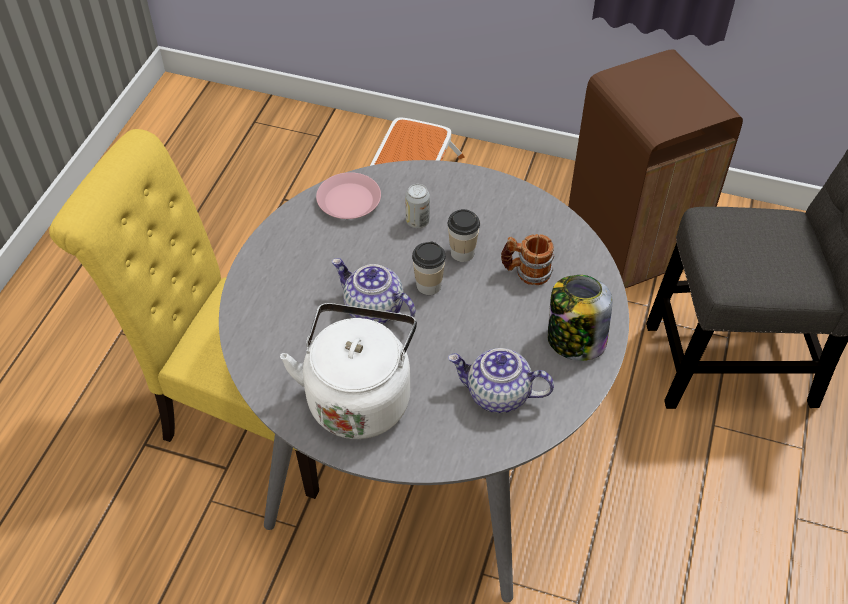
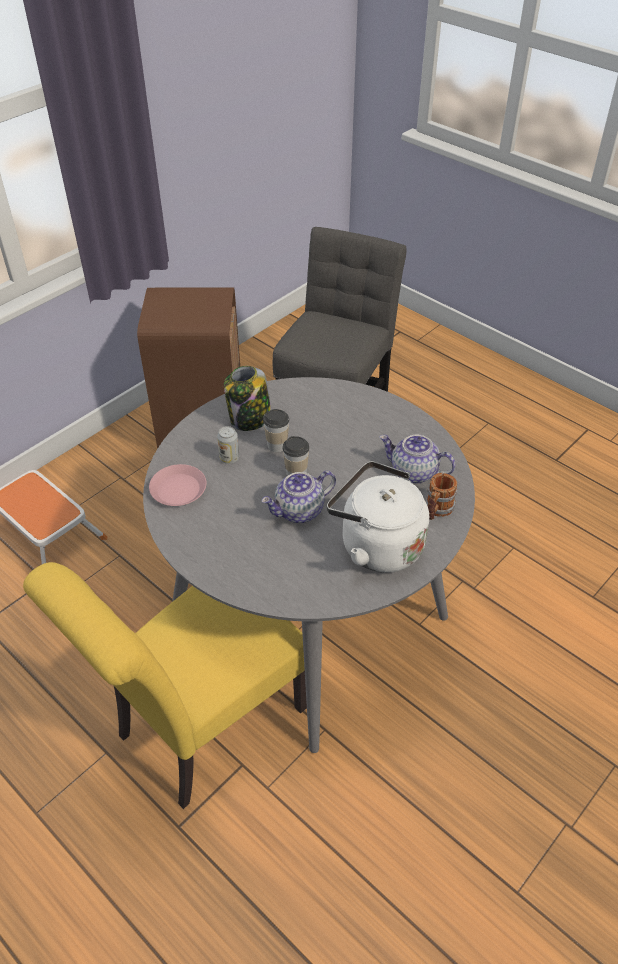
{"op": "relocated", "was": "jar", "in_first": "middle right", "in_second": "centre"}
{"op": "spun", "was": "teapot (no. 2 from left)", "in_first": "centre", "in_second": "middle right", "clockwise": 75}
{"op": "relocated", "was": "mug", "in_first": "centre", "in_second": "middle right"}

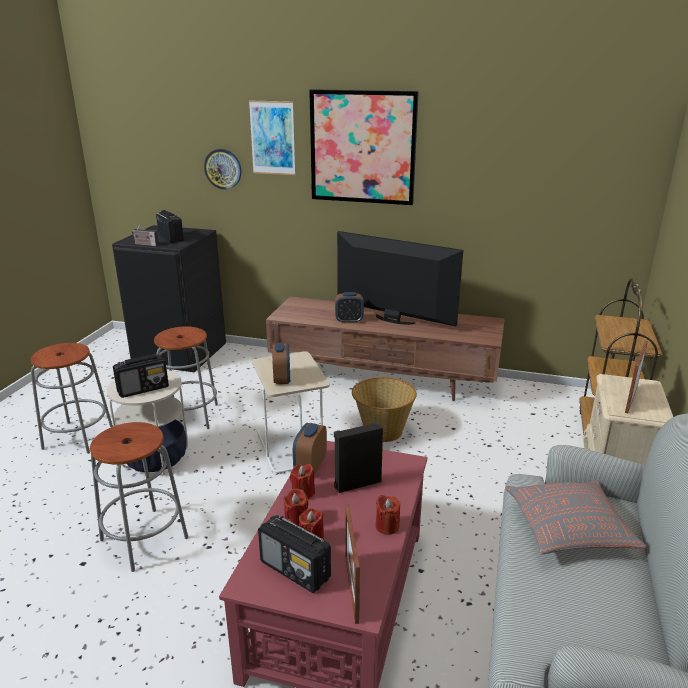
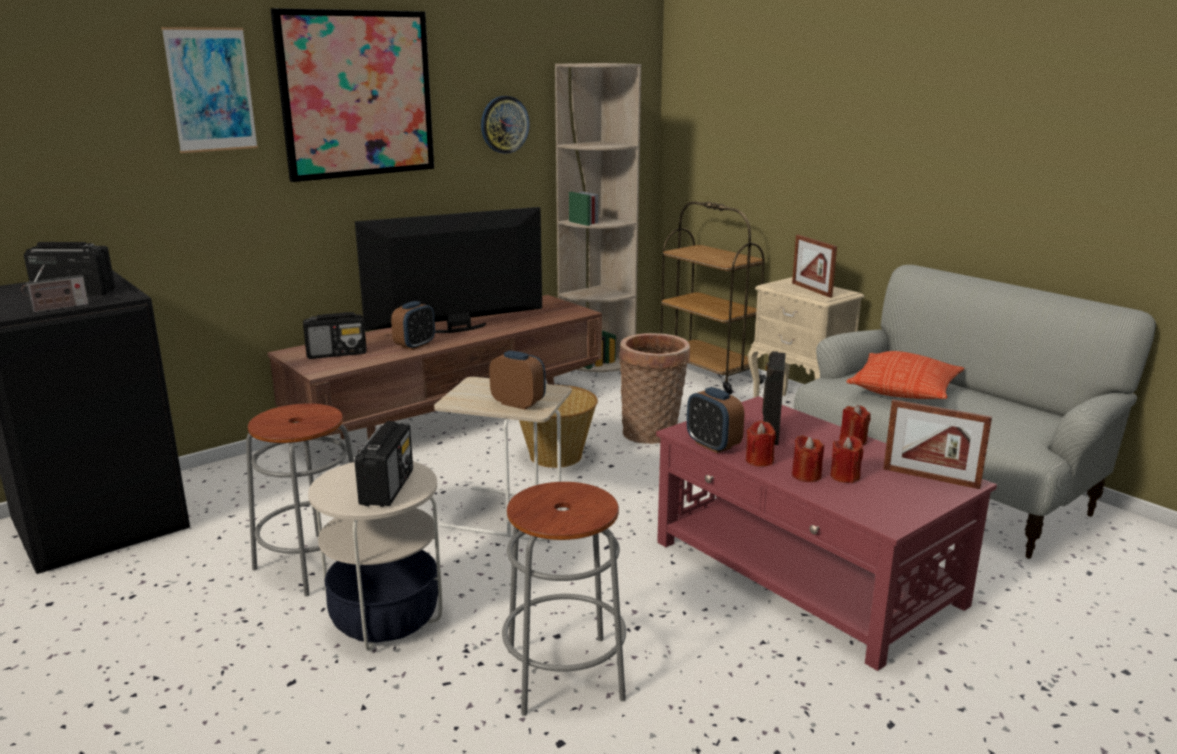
{"op": "relocated", "was": "radio (no. 4 from left in the first image)", "now": "radio (no. 3 from left)", "in_first": "bottom centre", "in_second": "middle left"}
{"op": "relocated", "was": "wall clock", "in_first": "top left", "in_second": "top centre"}
{"op": "appeared", "now": "bookcase (beige)", "in_second": "top centre"}
{"op": "appeared", "now": "basket (no. 2 from left)", "in_second": "centre"}
{"op": "colour", "was": "pillow (grey)", "now": "pillow (orange)", "in_first": "bottom right", "in_second": "middle right"}
{"op": "missing", "was": "stool (grey) (no. 1 from left)", "in_first": "middle left"}

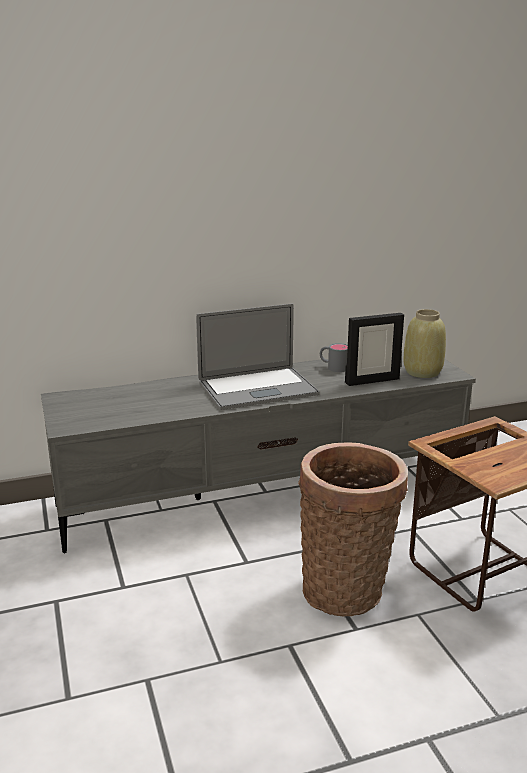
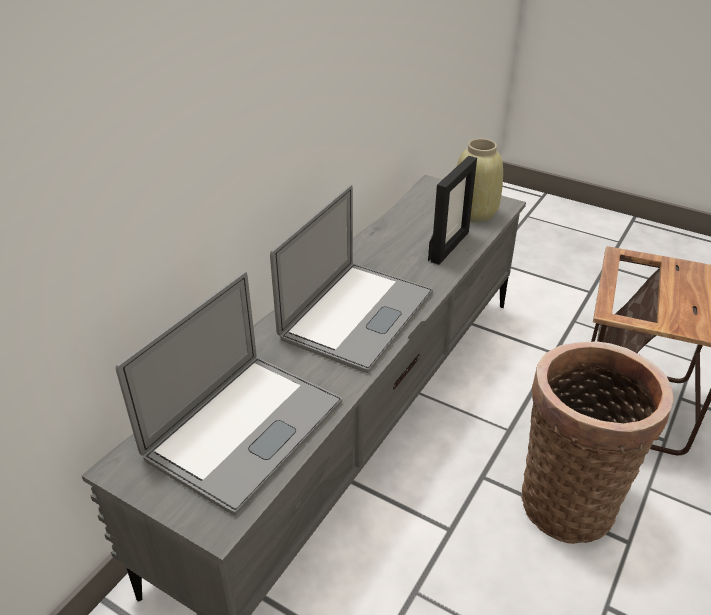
{"op": "appeared", "now": "laptop (no. 1 from left)", "in_second": "middle left"}
{"op": "missing", "was": "mug (grey)", "in_first": "centre"}

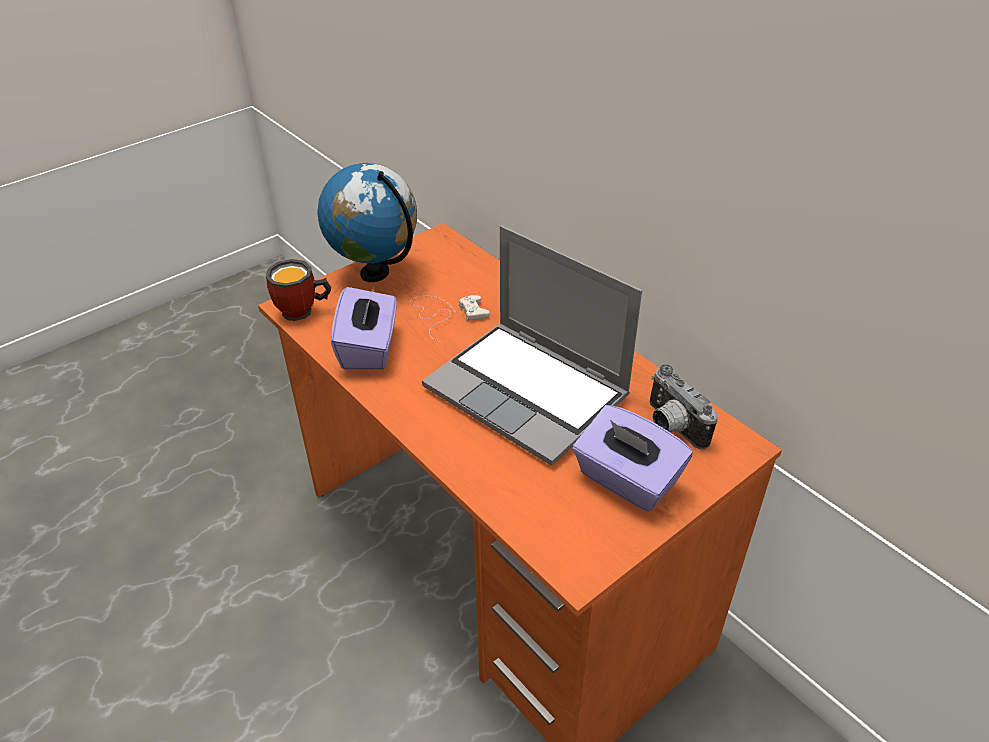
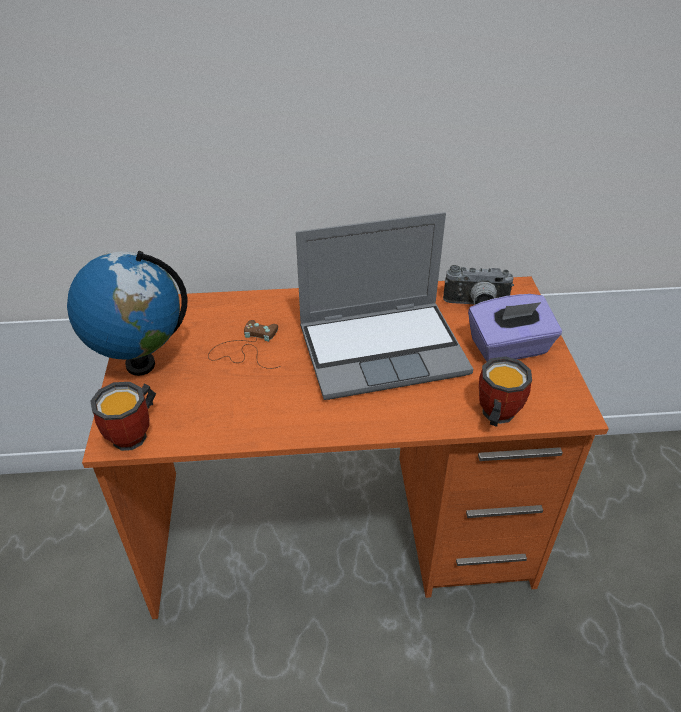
{"op": "colour", "was": "game controller (white)", "now": "game controller (brown)", "in_first": "centre", "in_second": "centre"}
{"op": "appeared", "now": "mug (no. 2 from left)", "in_second": "middle right"}
{"op": "missing", "was": "tissue box (purple) (no. 1 from left)", "in_first": "centre"}

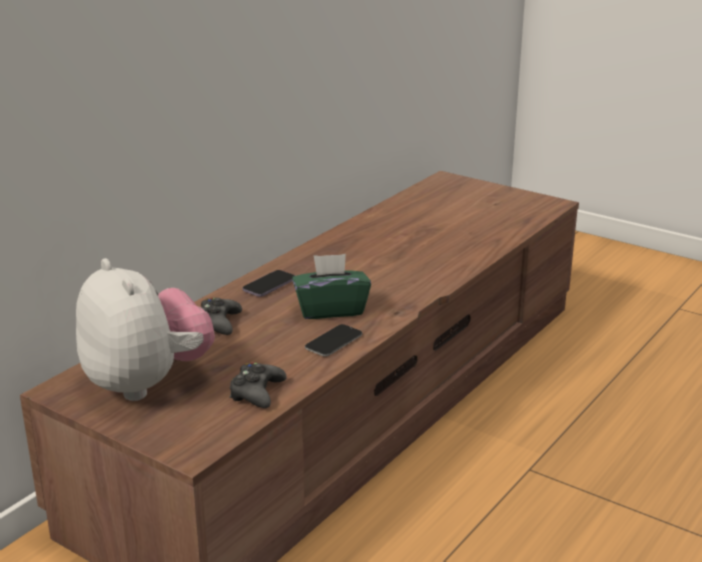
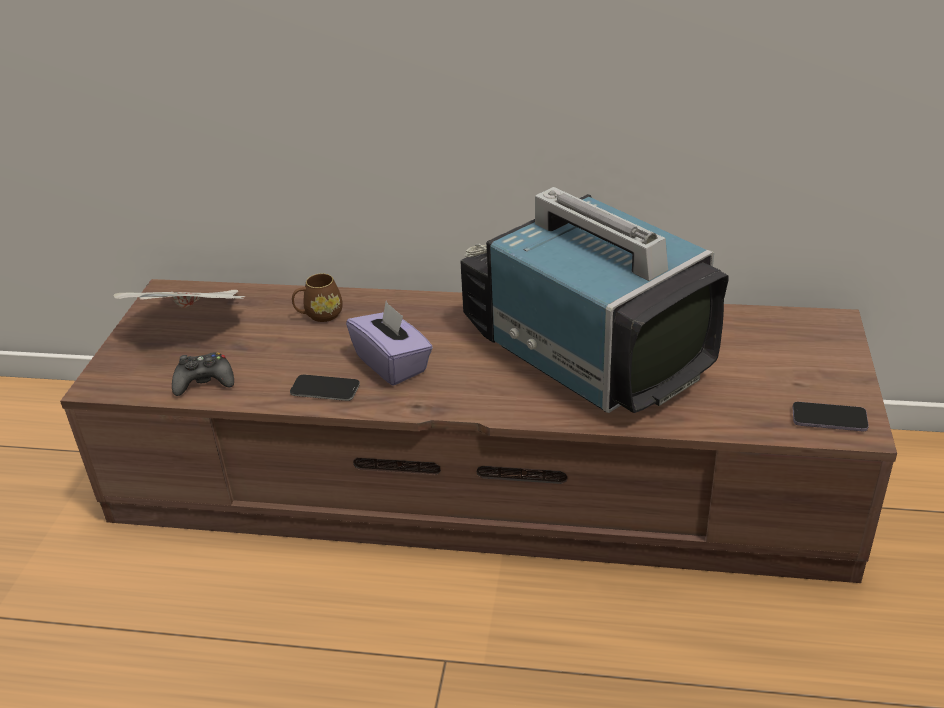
{"op": "exchanged", "was": "plush toy", "now": "newspaper", "in_first": "middle left", "in_second": "middle left"}
{"op": "exchanged", "was": "game controller (black) (no. 1 from left)", "now": "mug (brown)", "in_first": "middle left", "in_second": "centre"}
{"op": "colour", "was": "tissue box (green)", "now": "tissue box (purple)", "in_first": "centre", "in_second": "centre"}
{"op": "appeared", "now": "television", "in_second": "centre"}
{"op": "relocated", "was": "phone (no. 1 from left in the first image)", "now": "phone (no. 2 from left)", "in_first": "centre", "in_second": "middle right"}

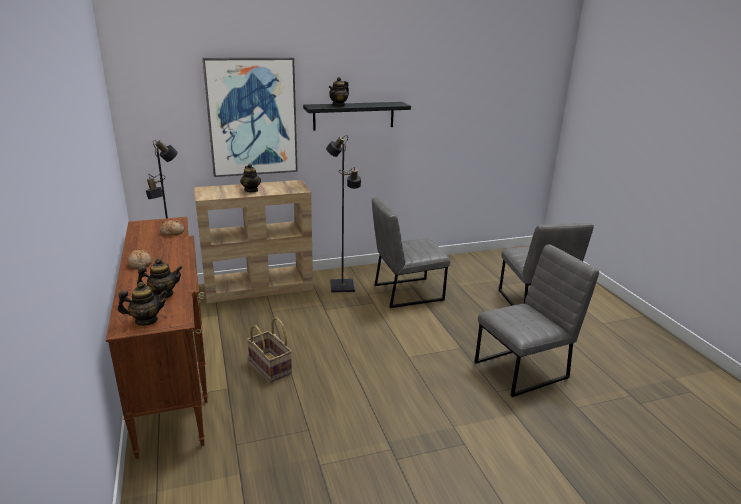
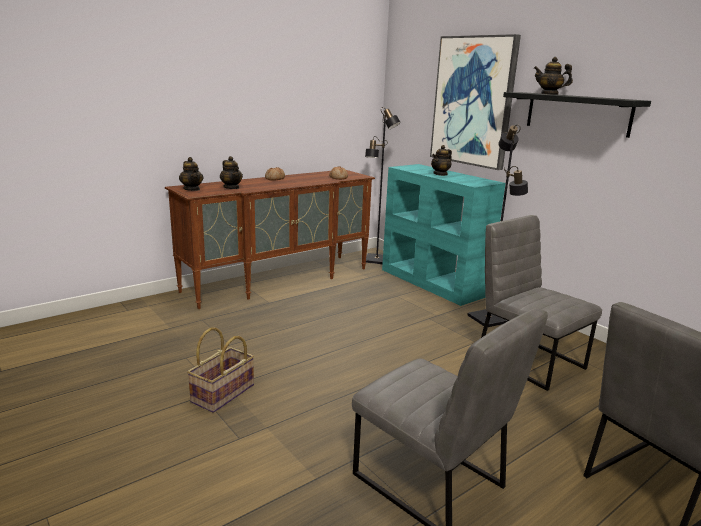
{"op": "relocated", "was": "basket", "in_first": "bottom centre", "in_second": "bottom left"}
{"op": "colour", "was": "bookcase (brown)", "now": "bookcase (turquoise)", "in_first": "centre", "in_second": "centre"}

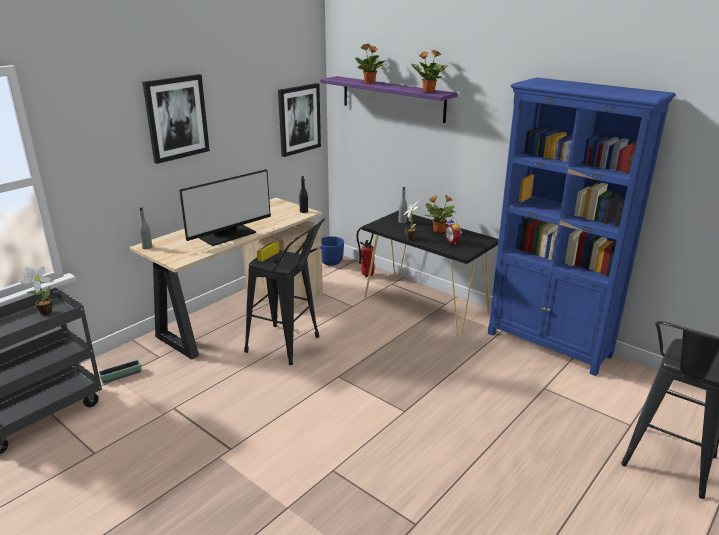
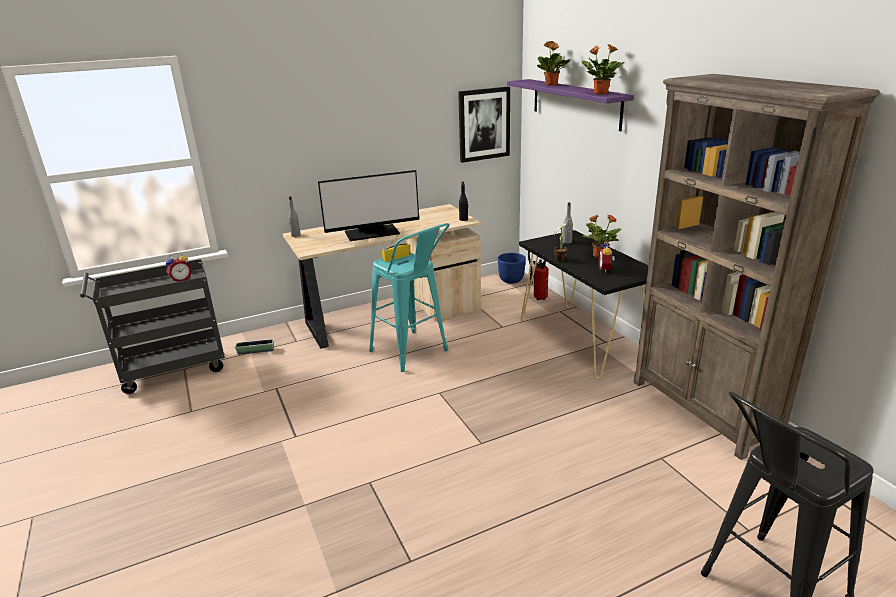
{"op": "exchanged", "was": "potted plant (no. 1 from left)", "now": "alarm clock (no. 1 from left)", "in_first": "middle left", "in_second": "middle left"}
{"op": "colour", "was": "stool (black) (no. 1 from left)", "now": "stool (turquoise)", "in_first": "centre", "in_second": "centre"}
{"op": "colour", "was": "bookcase (blue)", "now": "bookcase (brown)", "in_first": "middle right", "in_second": "middle right"}
{"op": "missing", "was": "picture (no. 1 from left)", "in_first": "top left"}

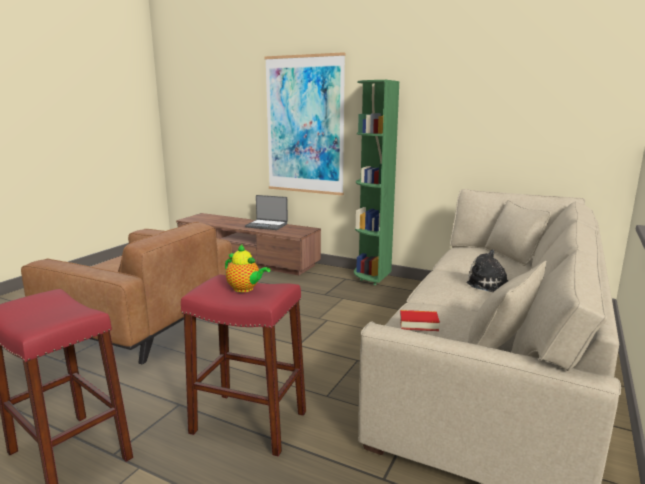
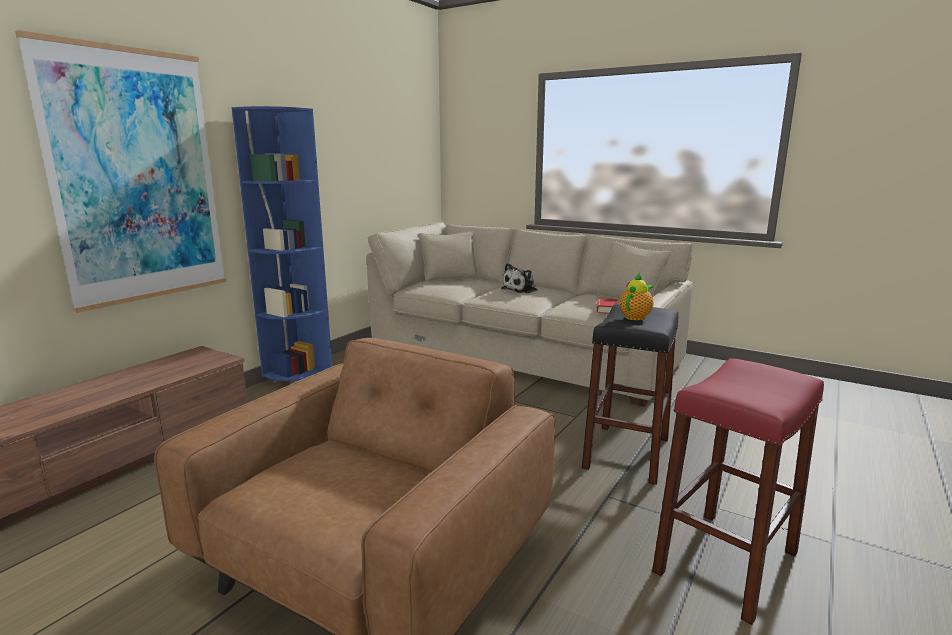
{"op": "colour", "was": "bookcase (green)", "now": "bookcase (blue)", "in_first": "centre", "in_second": "middle left"}
{"op": "colour", "was": "stool (red) (no. 2 from left)", "now": "stool (black)", "in_first": "bottom centre", "in_second": "centre"}
{"op": "missing", "was": "laptop", "in_first": "centre"}

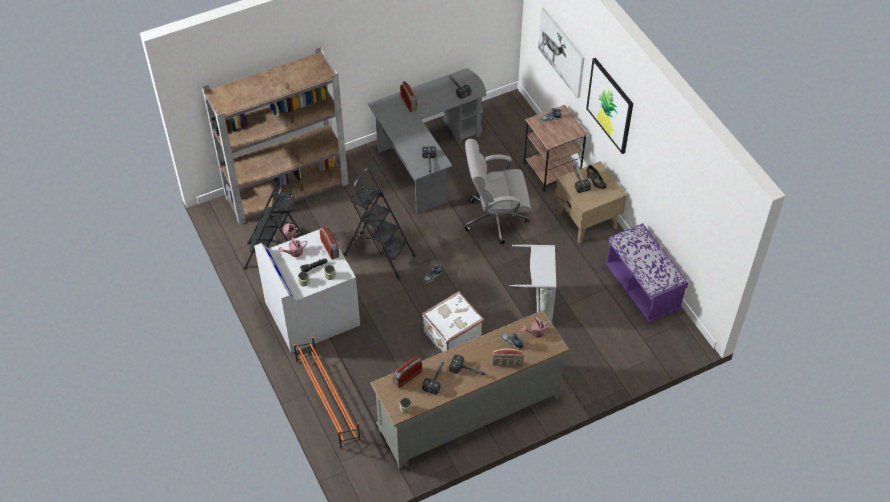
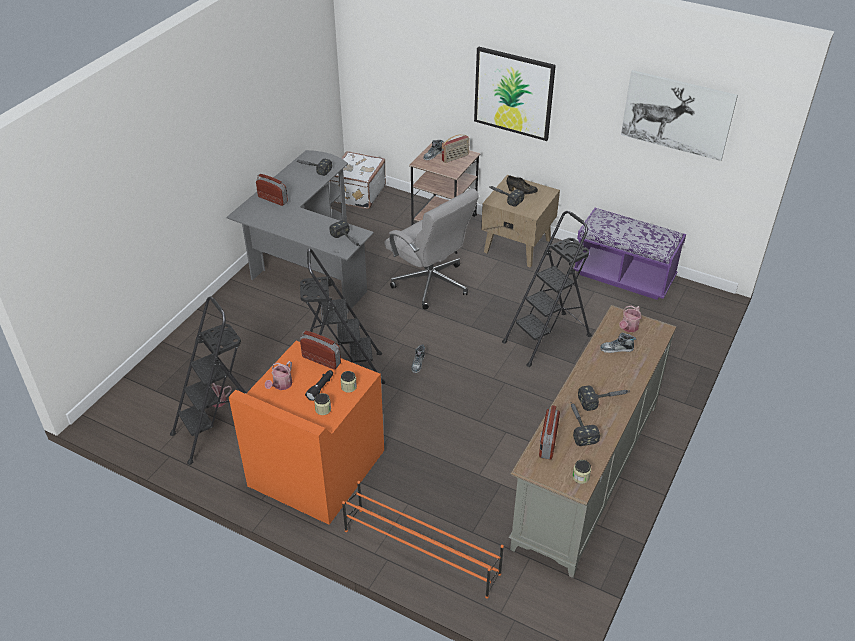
{"op": "colour", "was": "washing machine (white)", "now": "washing machine (orange)", "in_first": "centre", "in_second": "bottom centre"}
{"op": "relocated", "was": "suitcase (white)", "in_first": "centre", "in_second": "top centre"}
{"op": "spun", "was": "office chair (grey)", "in_first": "centre", "in_second": "centre", "clockwise": -90}
{"op": "relocated", "was": "radio (no. 4 from left in the first image)", "now": "radio (no. 3 from left)", "in_first": "bottom centre", "in_second": "top centre"}
{"op": "exchanged", "was": "laundry basket (grey)", "now": "step ladder (no. 3 from left)", "in_first": "centre", "in_second": "centre"}
{"op": "relocated", "was": "picture (no. 1 from left in the first image)", "now": "picture (no. 2 from left)", "in_first": "top centre", "in_second": "top right"}
{"op": "missing", "was": "bookcase (brown)", "in_first": "top left"}

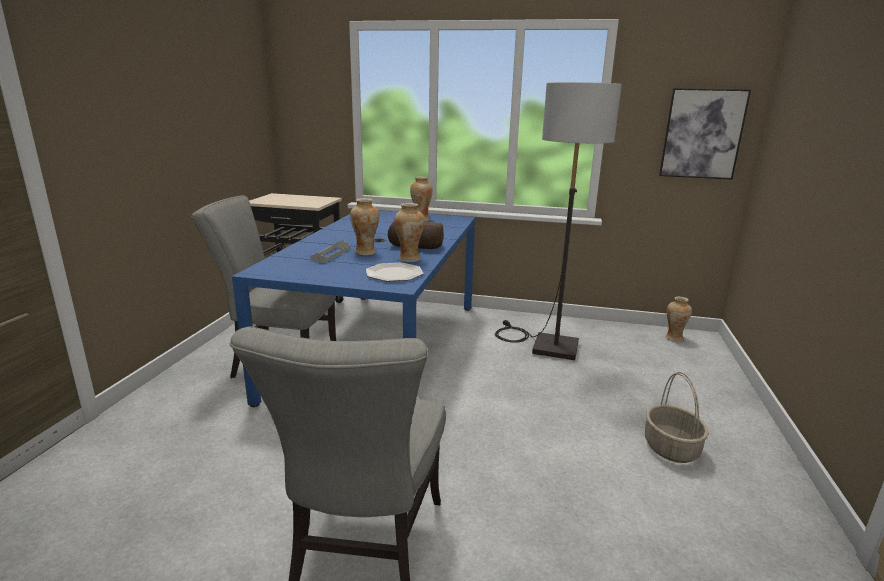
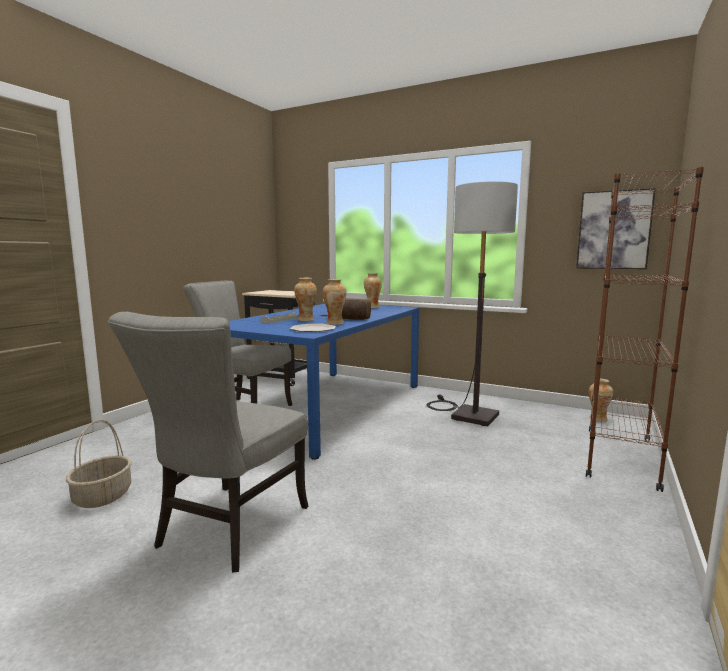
{"op": "relocated", "was": "basket", "in_first": "bottom right", "in_second": "bottom left"}
{"op": "appeared", "now": "bookcase (brown)", "in_second": "middle right"}

